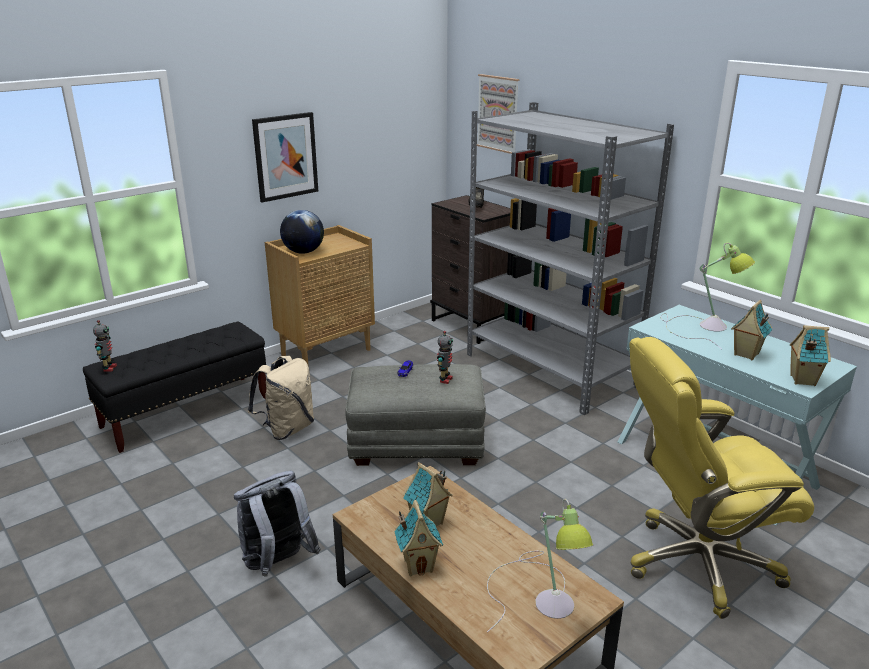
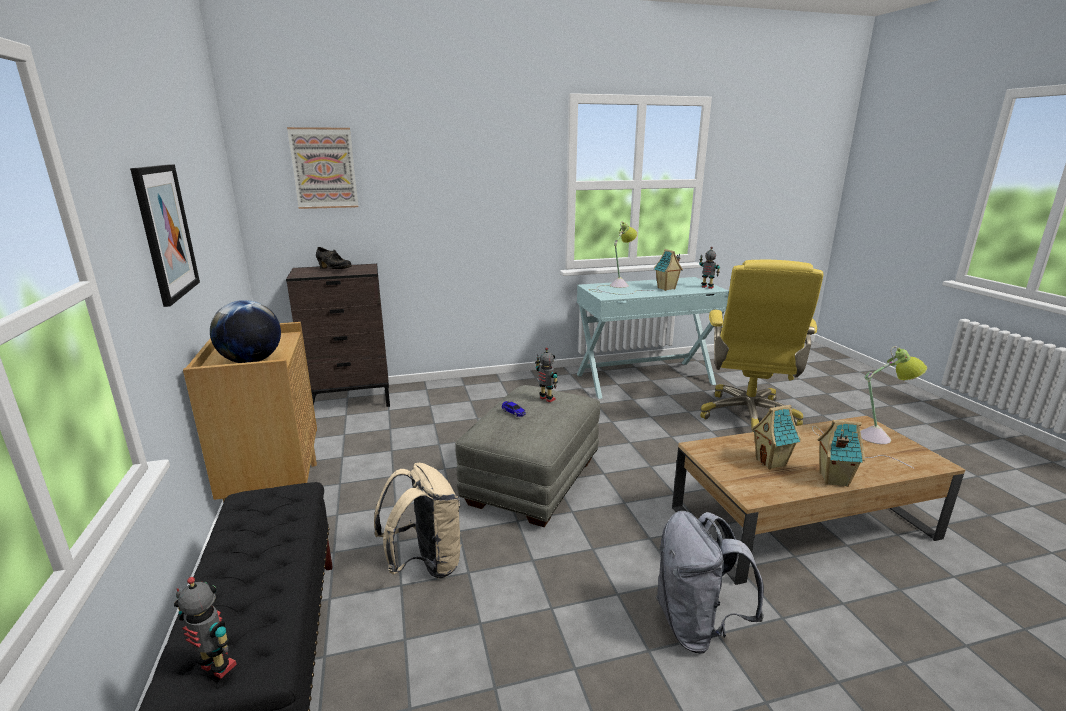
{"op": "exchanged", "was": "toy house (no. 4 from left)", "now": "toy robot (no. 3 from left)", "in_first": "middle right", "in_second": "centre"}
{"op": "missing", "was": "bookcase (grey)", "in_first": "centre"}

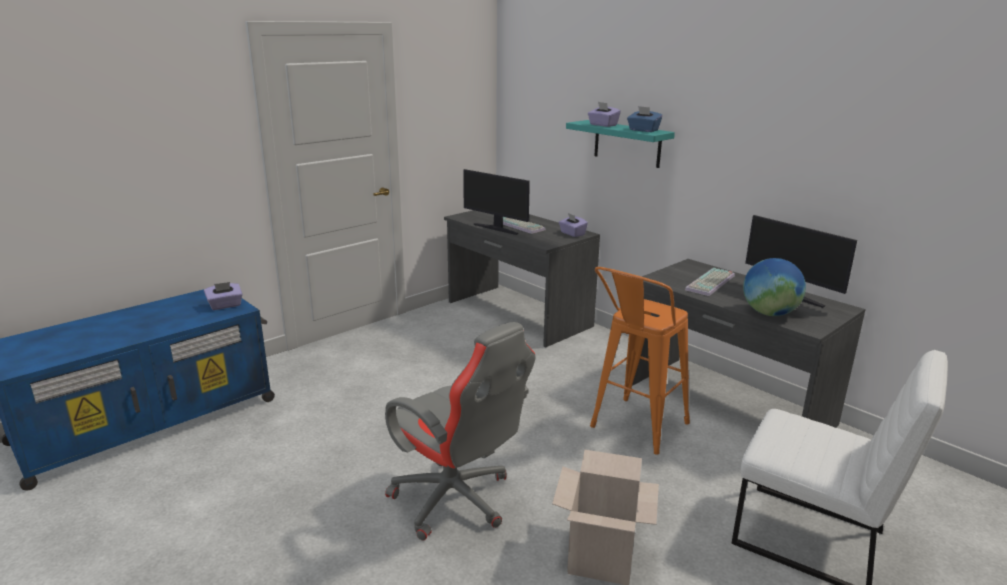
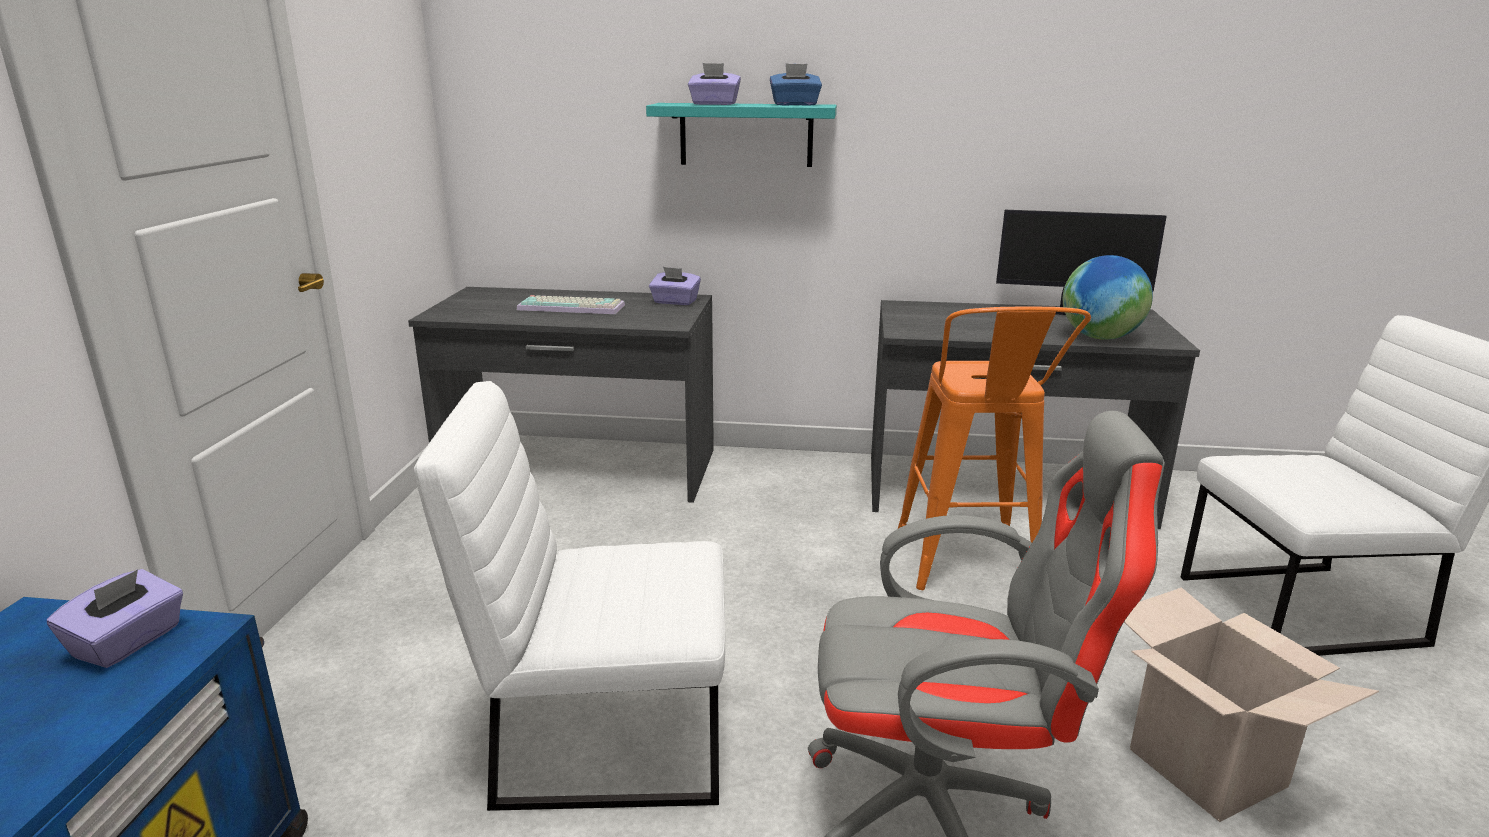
{"op": "appeared", "now": "chair (white) (no. 1 from left)", "in_second": "bottom centre"}
{"op": "missing", "was": "monitor (no. 1 from left)", "in_first": "centre"}
{"op": "missing", "was": "keyboard (no. 2 from left)", "in_first": "middle right"}

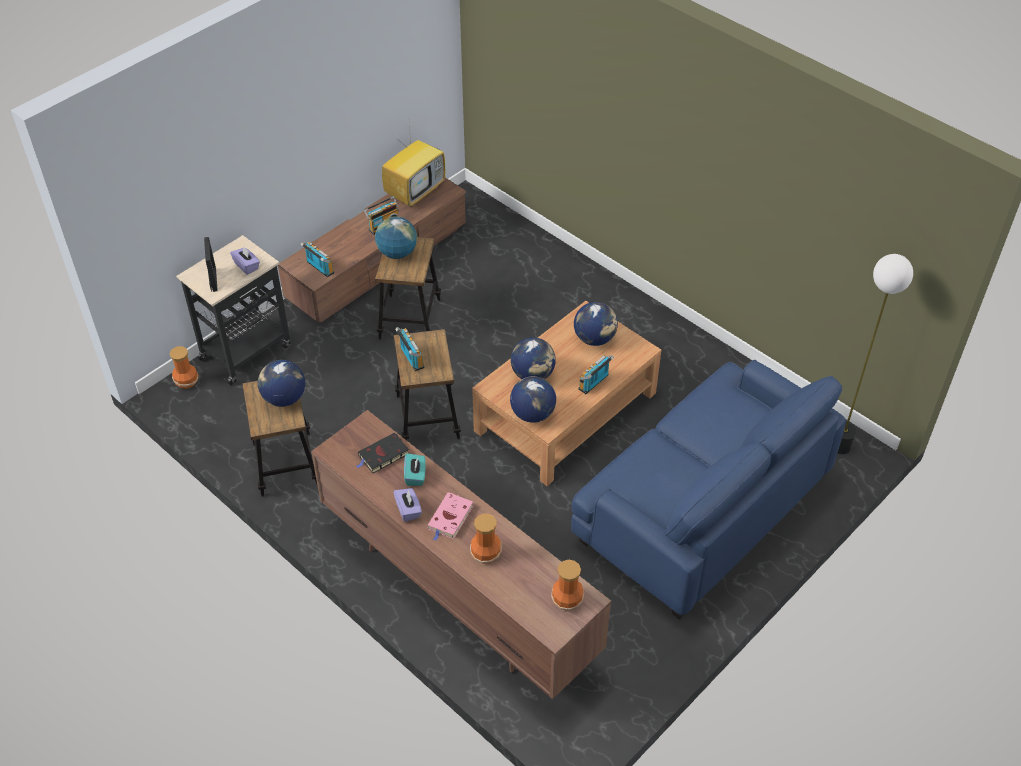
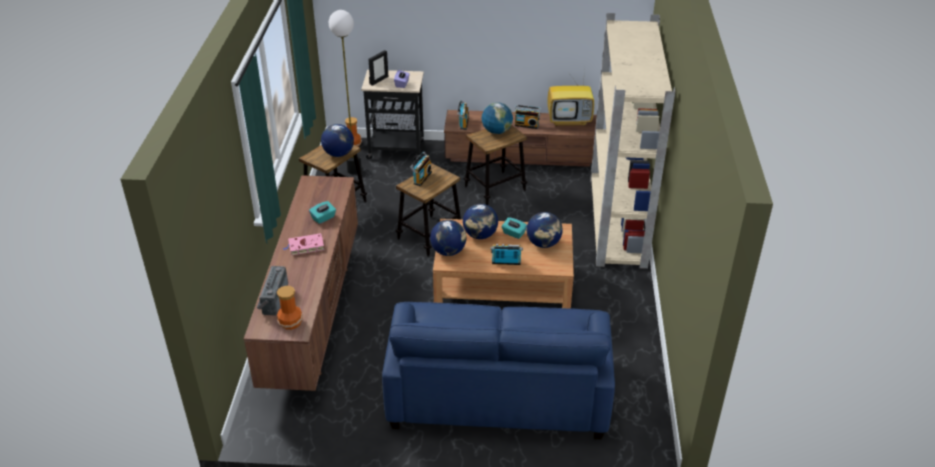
{"op": "appeared", "now": "radio (no. 1 from left)", "in_second": "middle left"}
{"op": "relocated", "was": "floor lamp", "in_first": "middle right", "in_second": "top centre"}
{"op": "appeared", "now": "tissue box (turquoise) (no. 2 from left)", "in_second": "centre"}
{"op": "appeared", "now": "bookcase (beige)", "in_second": "top right"}
{"op": "missing", "was": "book (black)", "in_first": "centre"}
{"op": "missing", "was": "tissue box (purple) (no. 2 from left)", "in_first": "centre"}
{"op": "missing", "was": "vase (no. 2 from left)", "in_first": "bottom centre"}

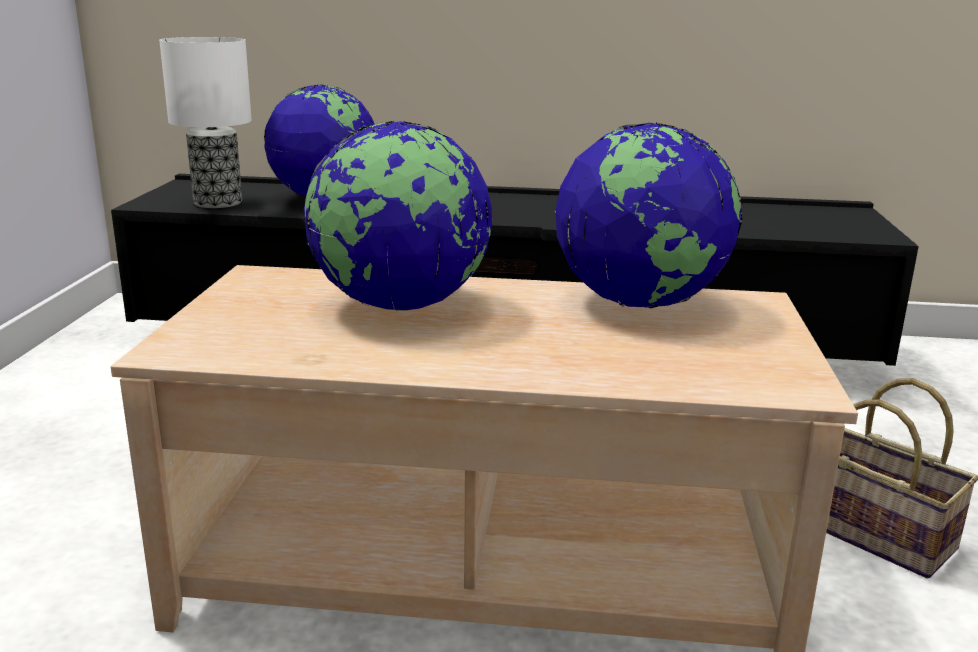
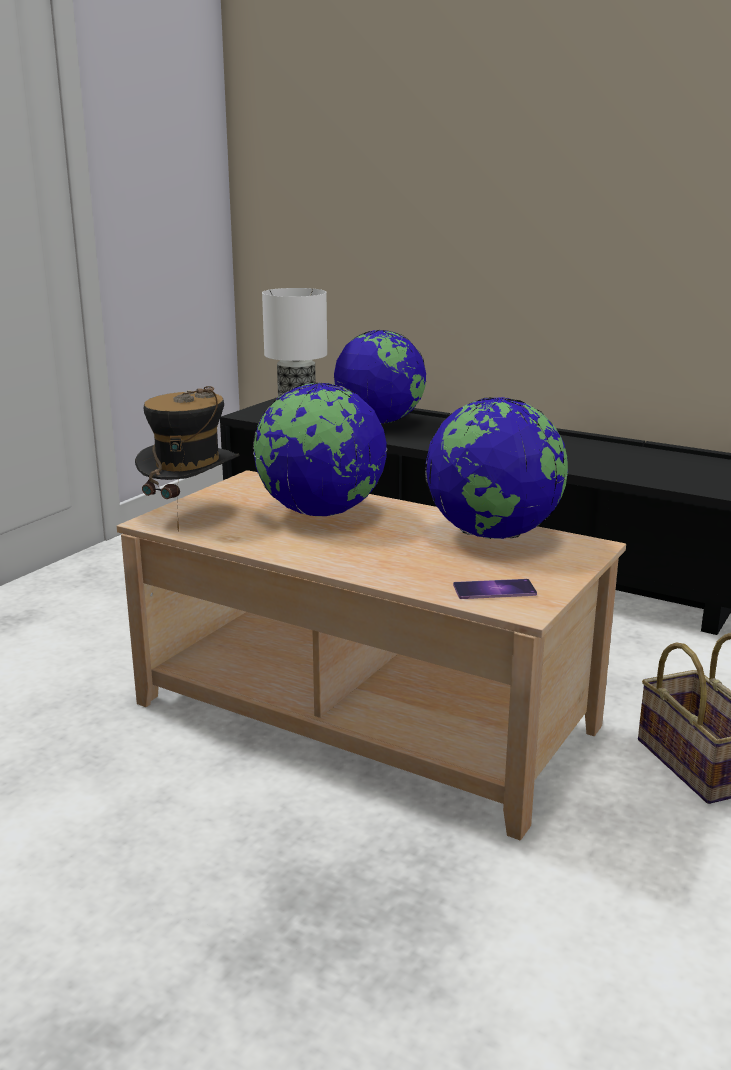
{"op": "appeared", "now": "hat", "in_second": "middle left"}
{"op": "appeared", "now": "phone", "in_second": "middle right"}

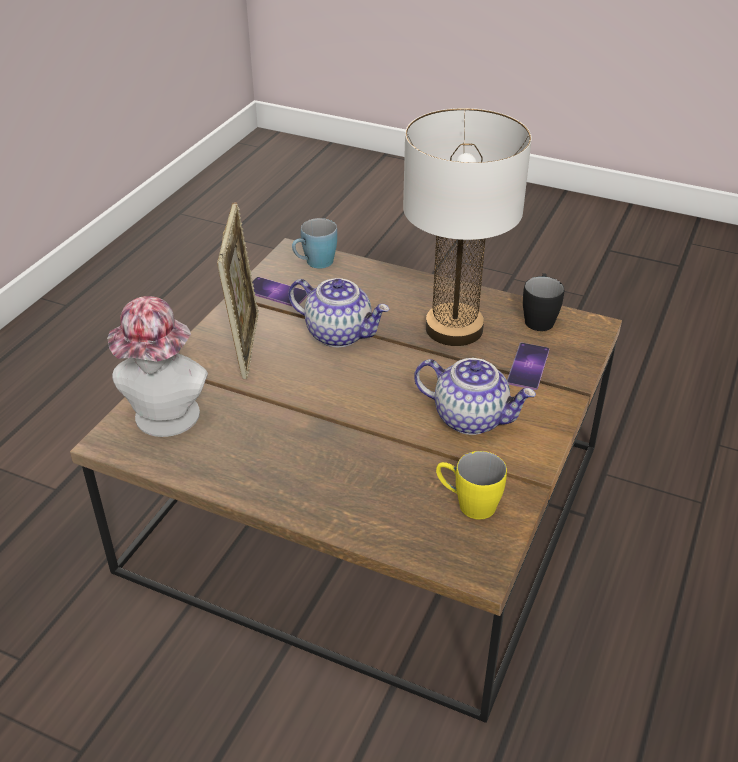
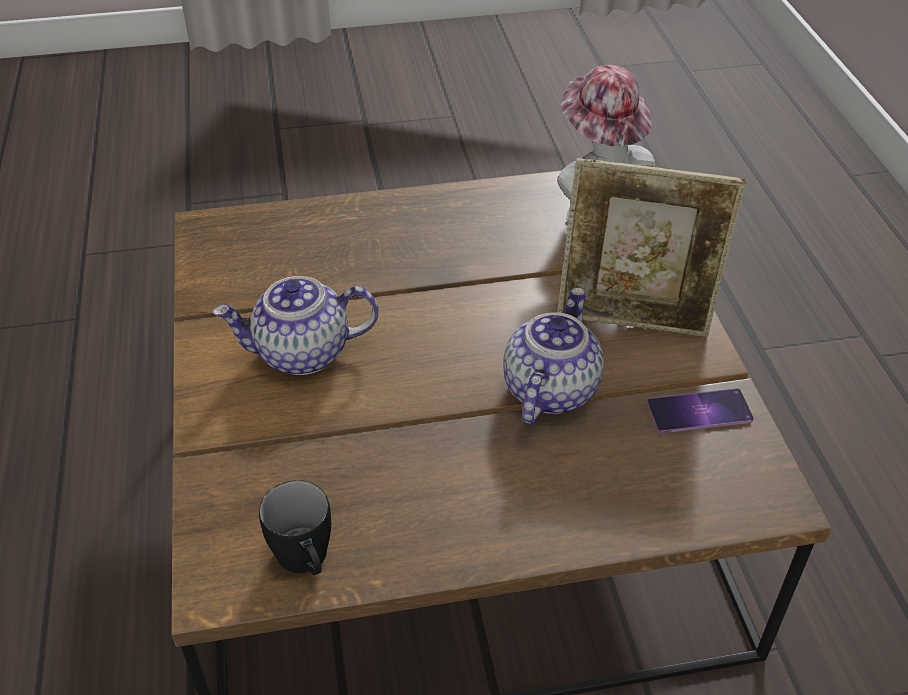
{"op": "spun", "was": "teapot (no. 1 from left in the first image)", "in_first": "centre", "in_second": "centre", "clockwise": 120}
{"op": "spun", "was": "picture frame", "in_first": "middle left", "in_second": "middle right", "clockwise": -45}
{"op": "missing", "was": "mug (blue)", "in_first": "top centre"}
{"op": "missing", "was": "table lamp", "in_first": "top centre"}
{"op": "missing", "was": "mug (yellow)", "in_first": "centre"}
{"op": "missing", "was": "phone (no. 2 from left)", "in_first": "middle right"}

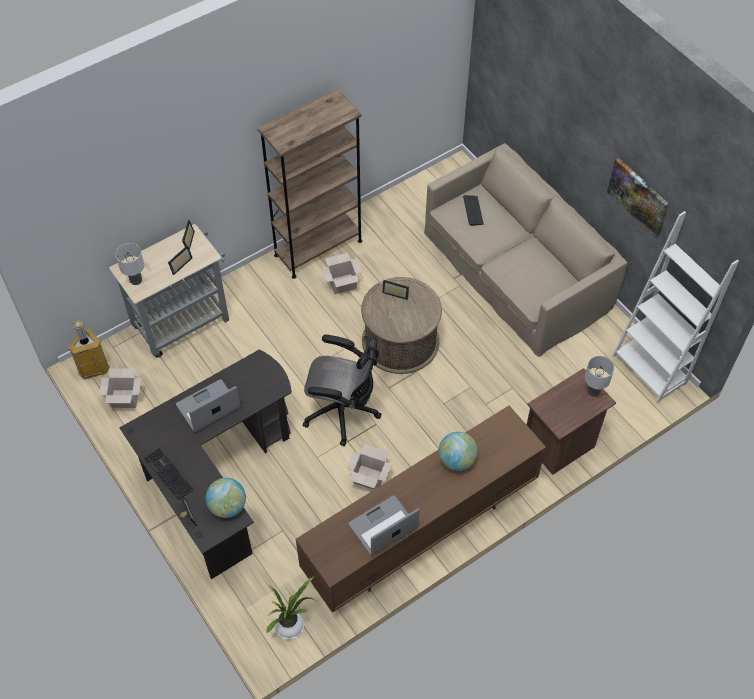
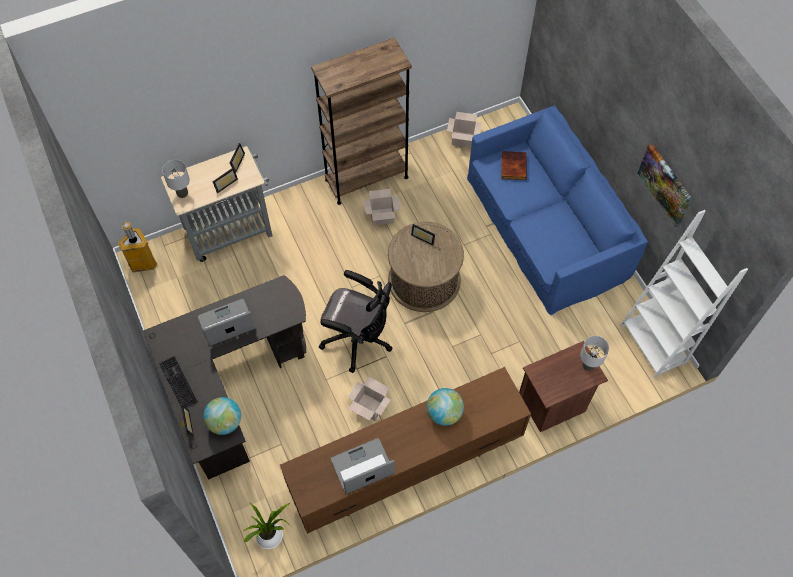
{"op": "relocated", "was": "cardboard box (no. 1 from left in the first image)", "now": "cardboard box (no. 3 from left)", "in_first": "middle left", "in_second": "top centre"}
{"op": "colour", "was": "sofa (beige)", "now": "sofa (blue)", "in_first": "middle right", "in_second": "middle right"}
{"op": "exchanged", "was": "keyboard (no. 2 from left)", "now": "book", "in_first": "top centre", "in_second": "top centre"}

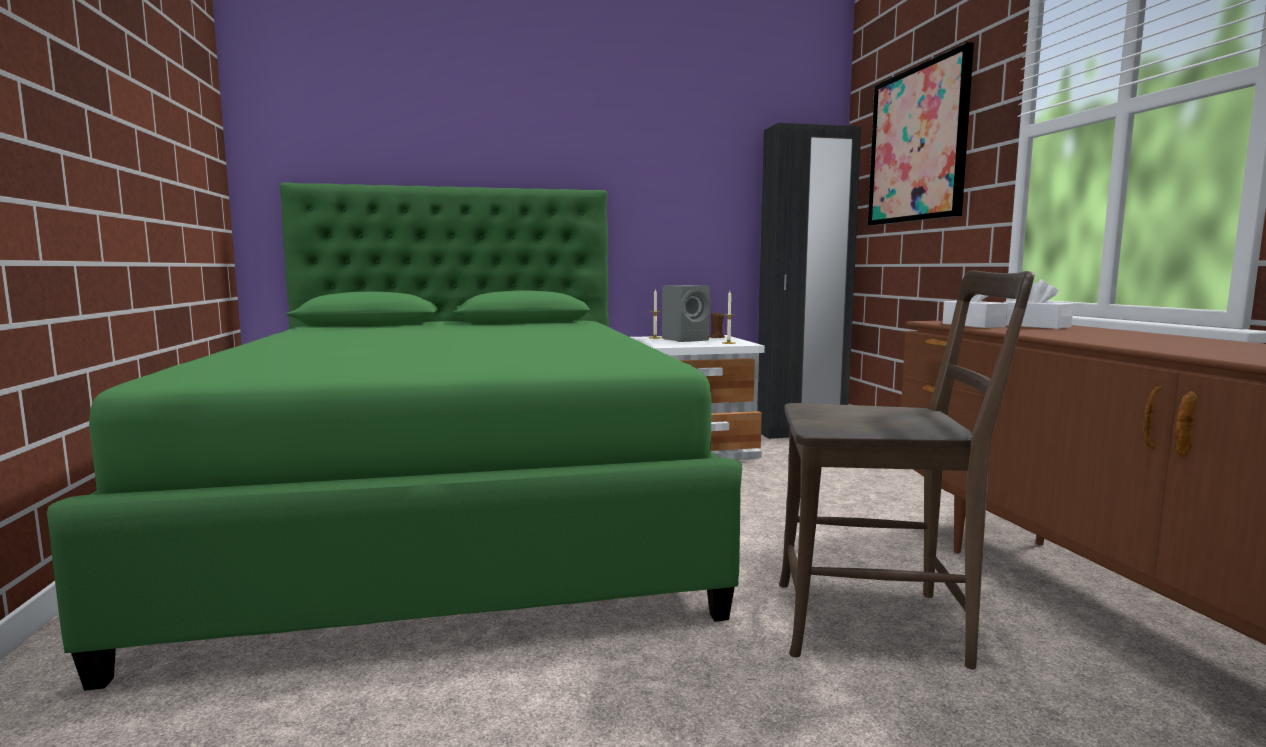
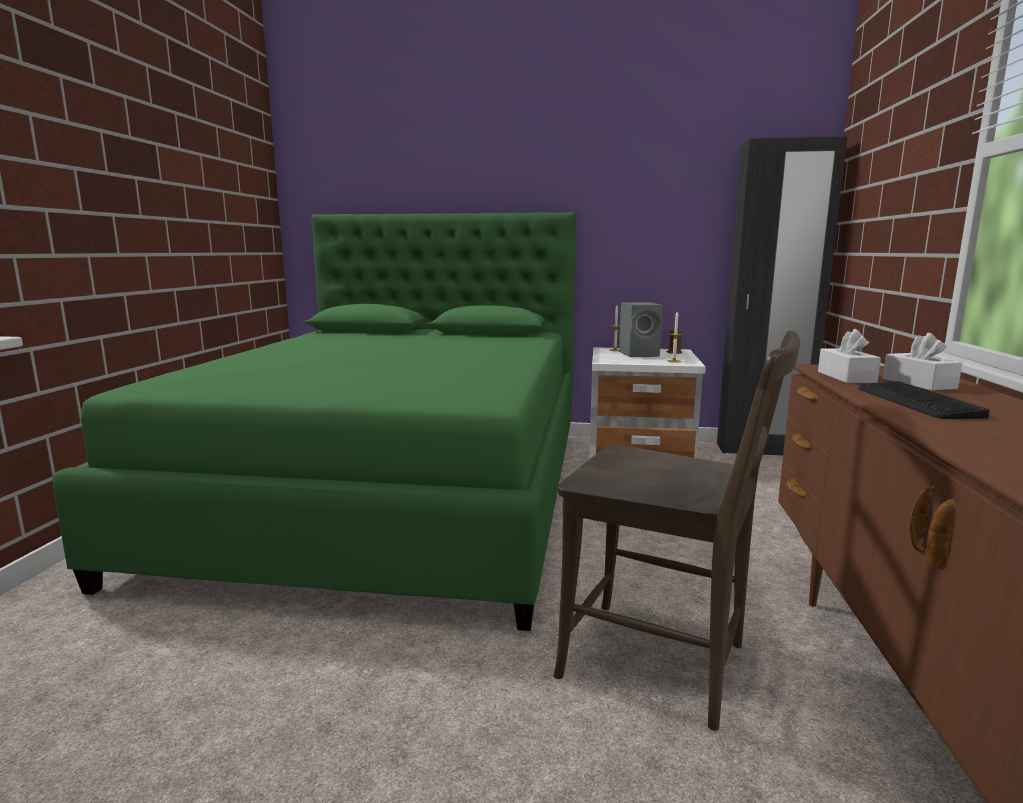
{"op": "appeared", "now": "keyboard", "in_second": "middle right"}
{"op": "missing", "was": "picture", "in_first": "top right"}

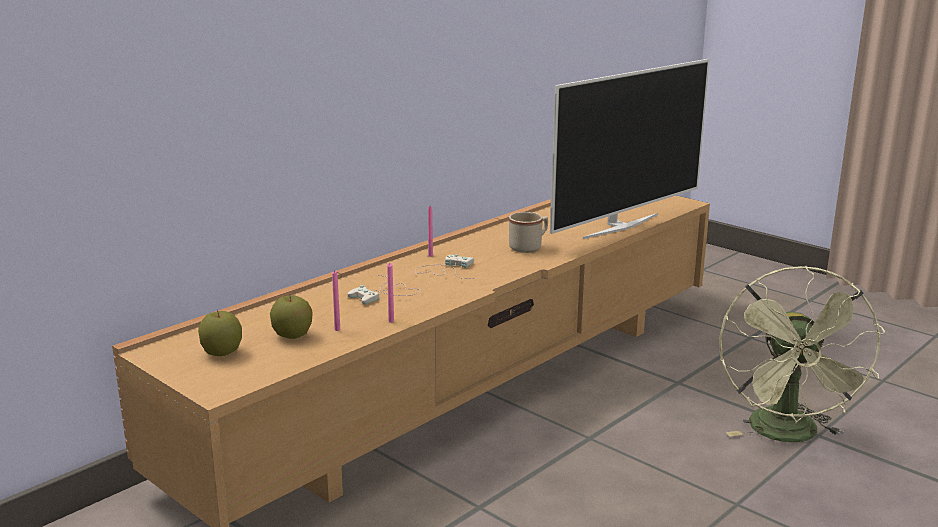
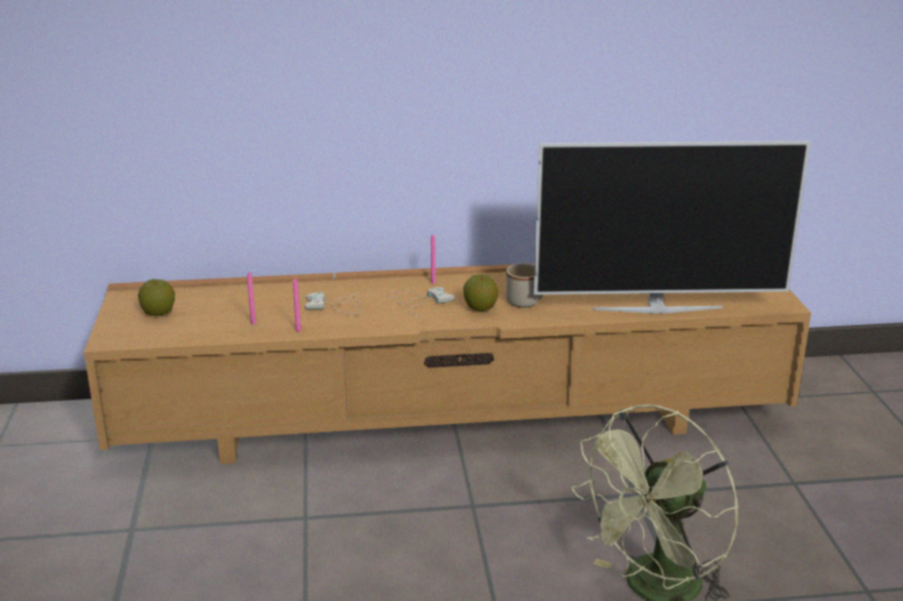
{"op": "relocated", "was": "apple (no. 2 from left)", "in_first": "middle left", "in_second": "centre"}

